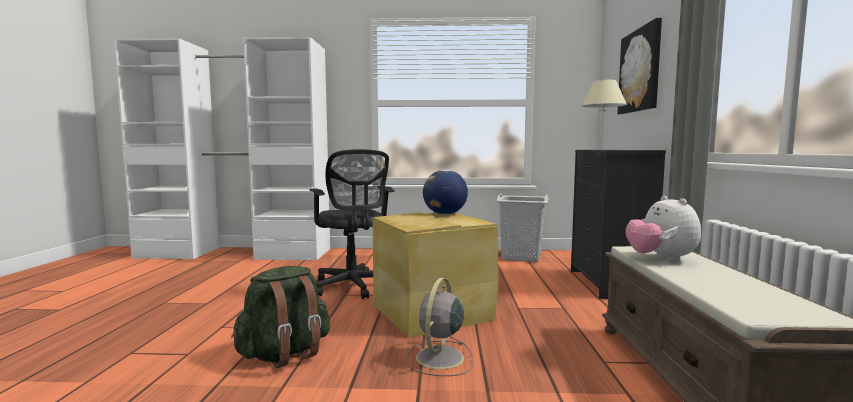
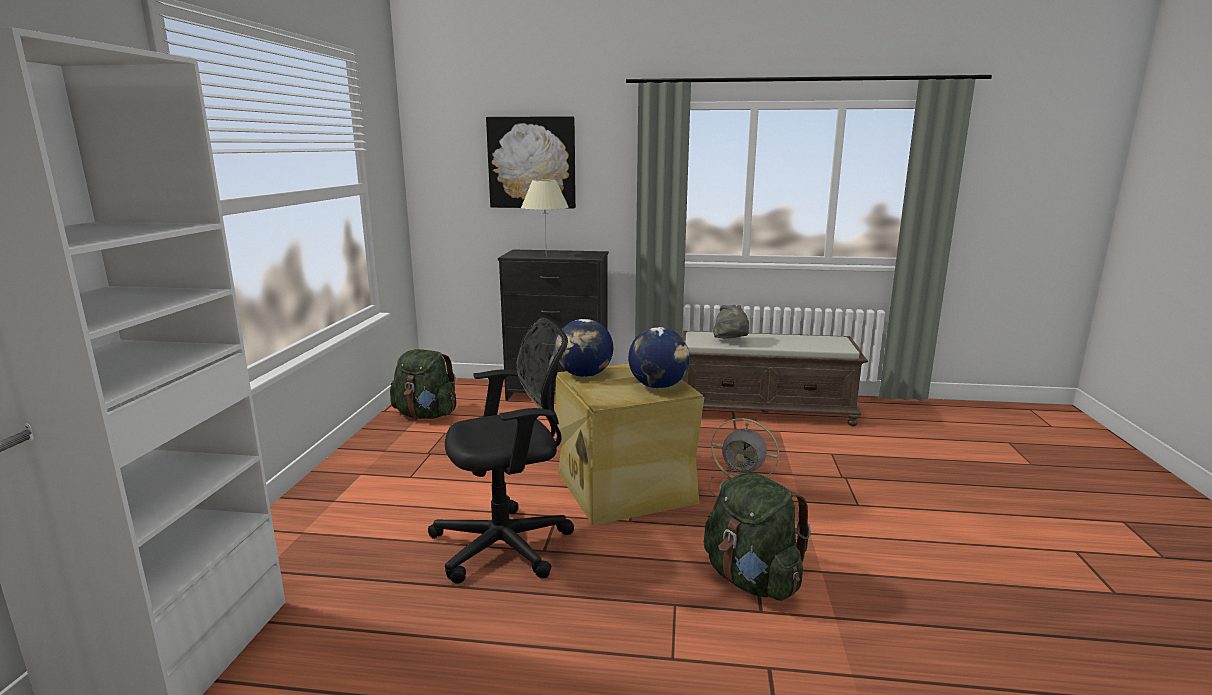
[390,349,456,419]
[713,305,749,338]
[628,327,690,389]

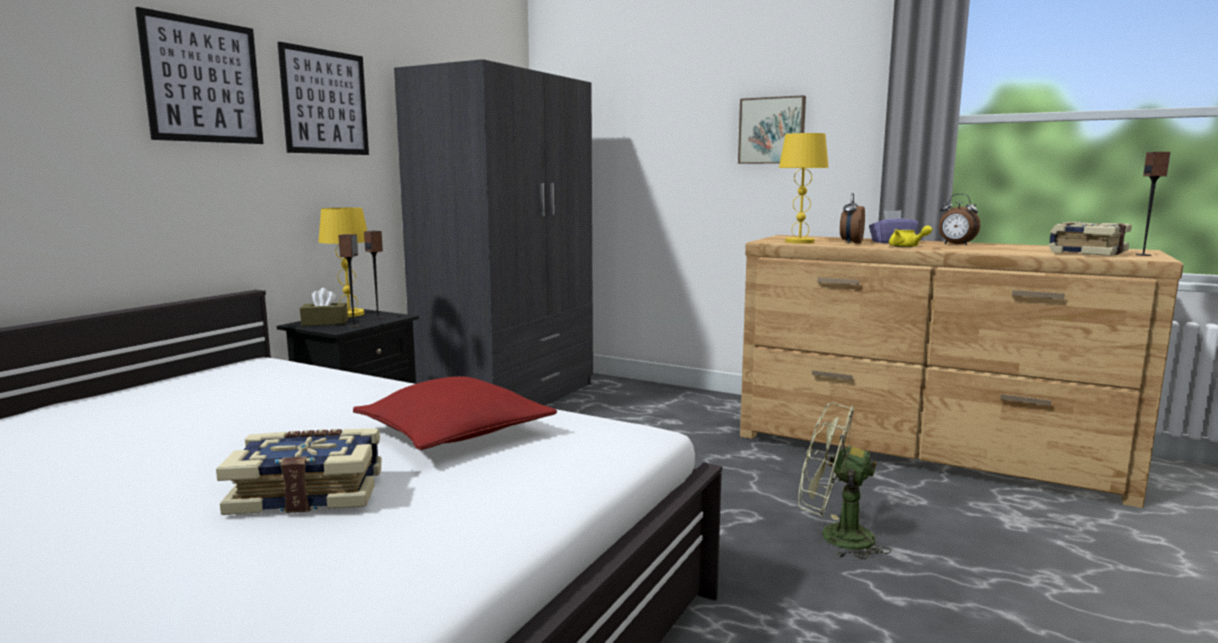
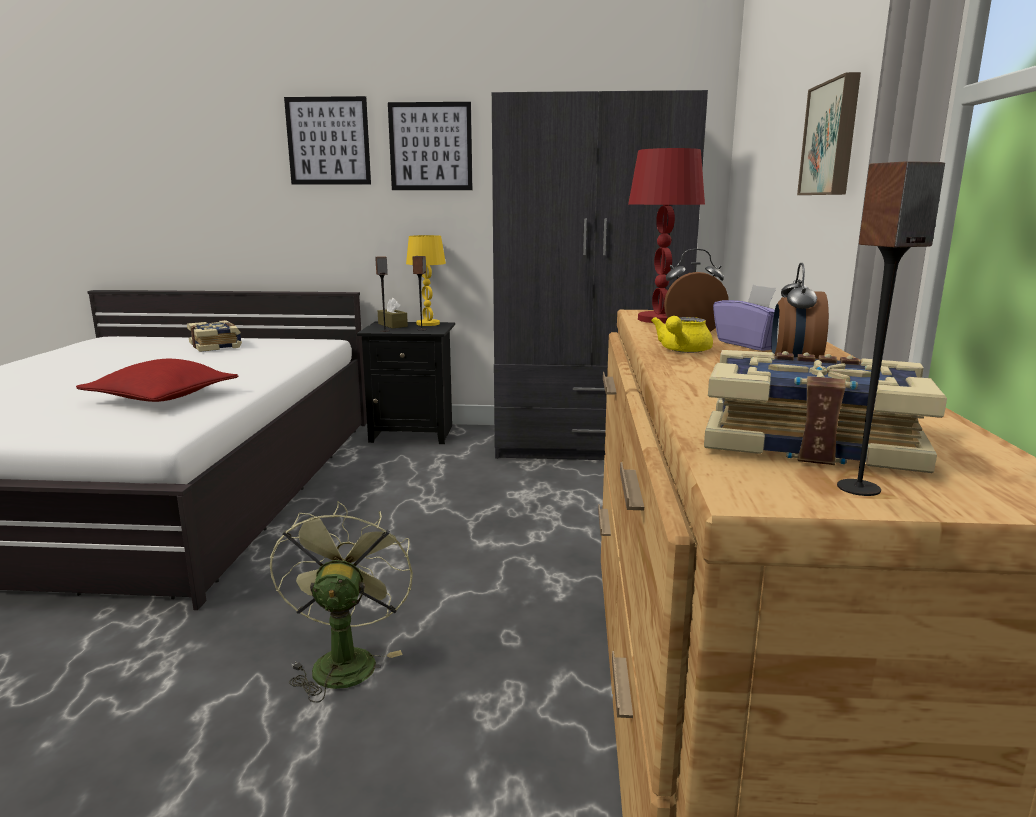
[187,320,242,352]
[628,148,705,324]

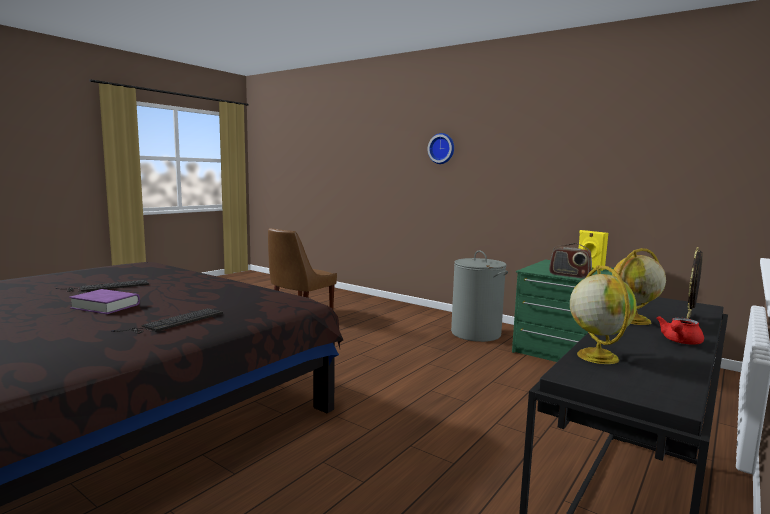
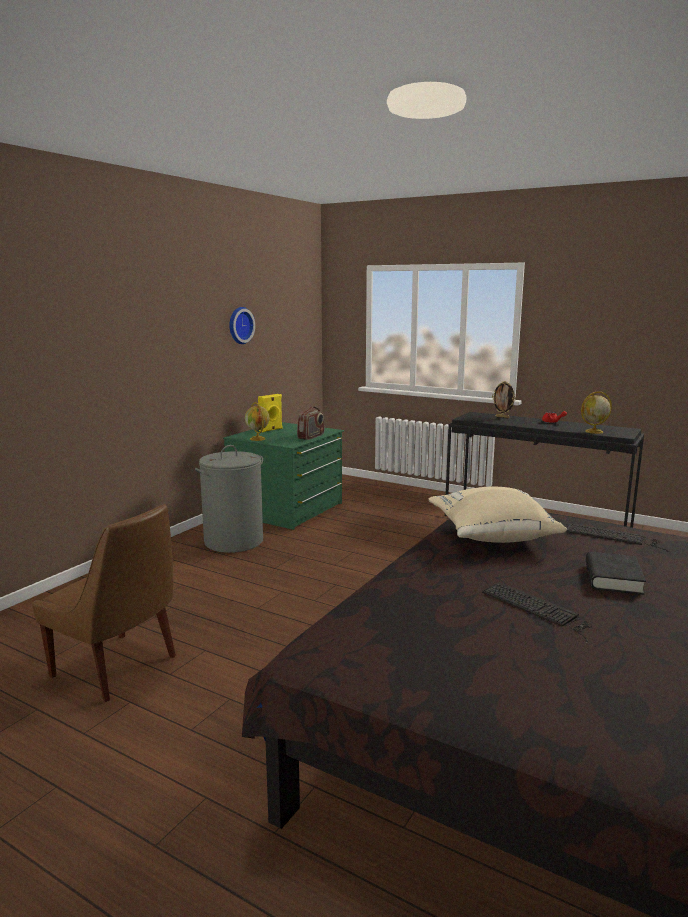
[586,552,646,595]
[229,307,255,344]
[245,402,270,441]
[429,487,567,543]

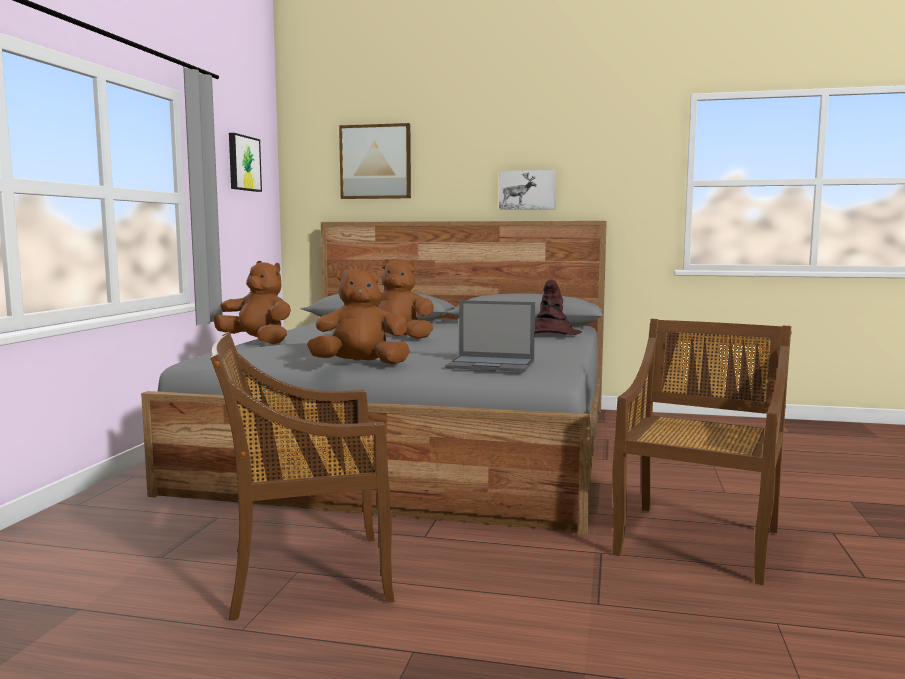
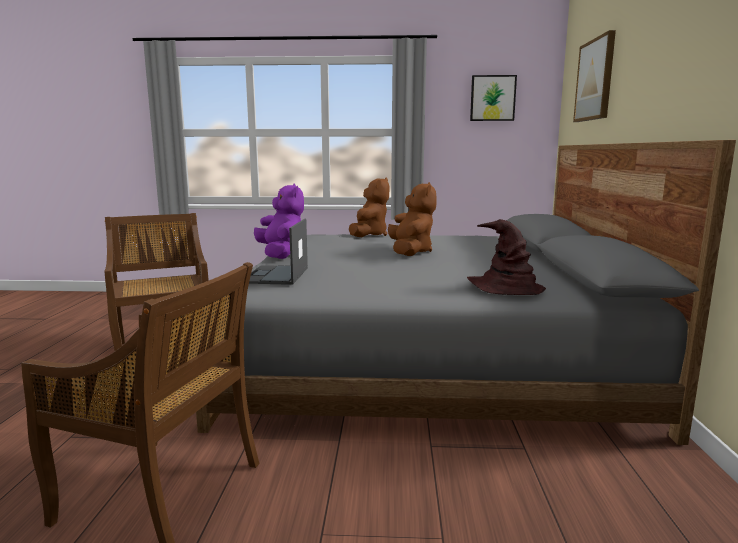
[254,183,304,259]
[499,170,556,210] (first image)

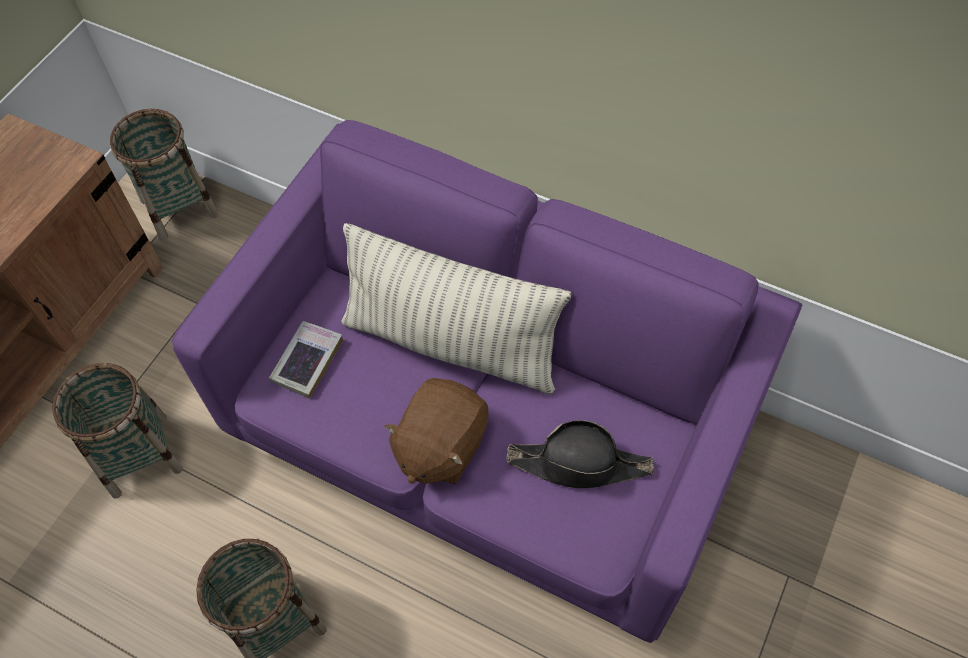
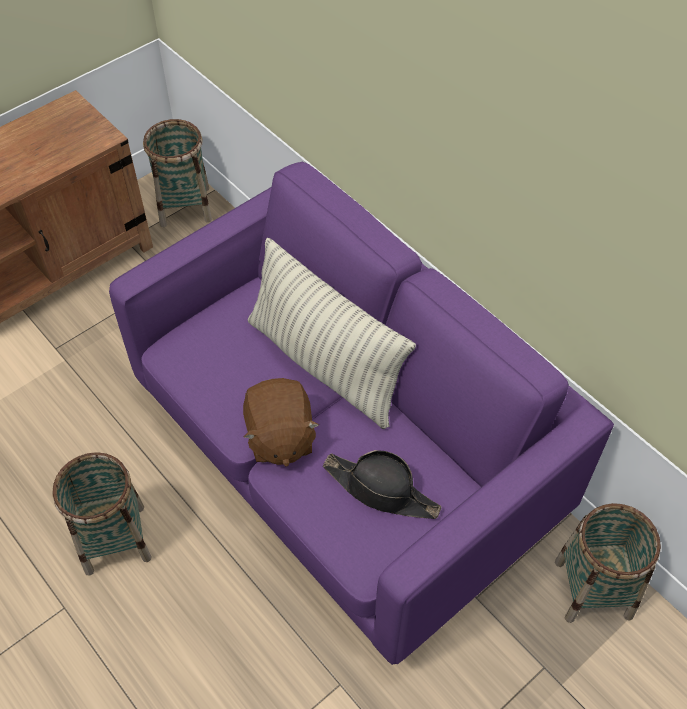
[555,503,661,623]
[269,321,343,399] (first image)
[243,378,319,467]

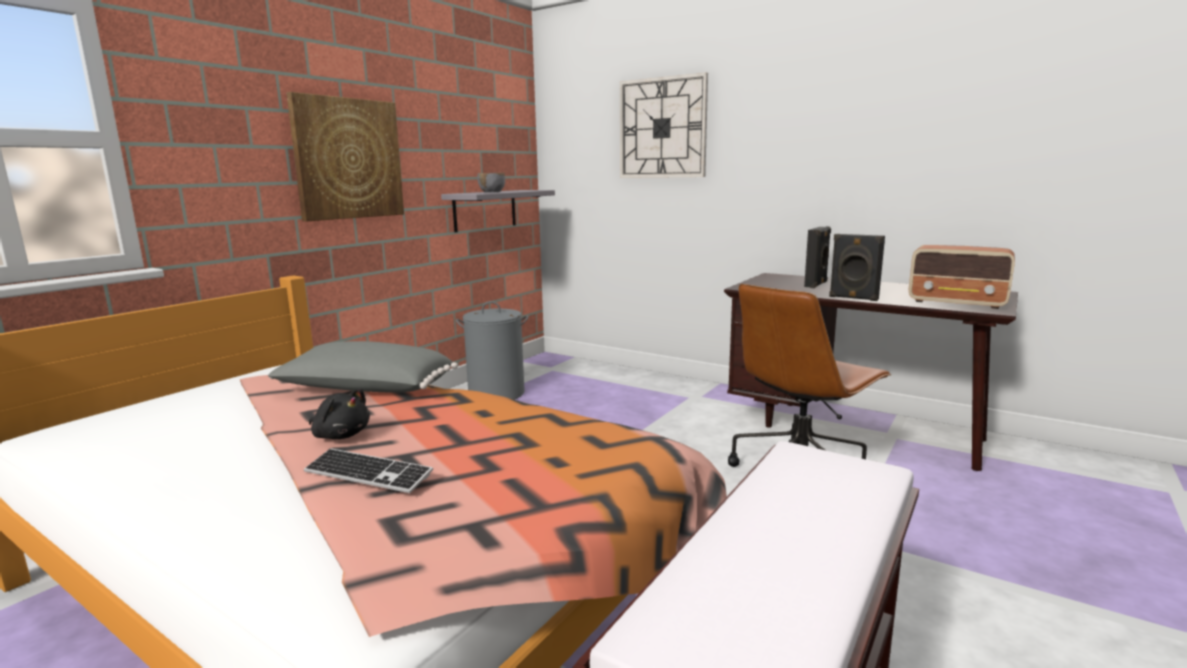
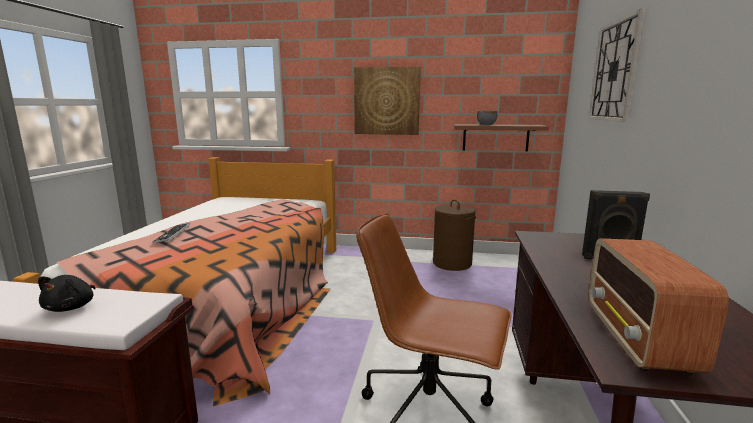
[268,341,458,393] (first image)
[38,275,95,312]
[454,124,549,152]
[433,200,476,271]
[829,234,885,301] (first image)

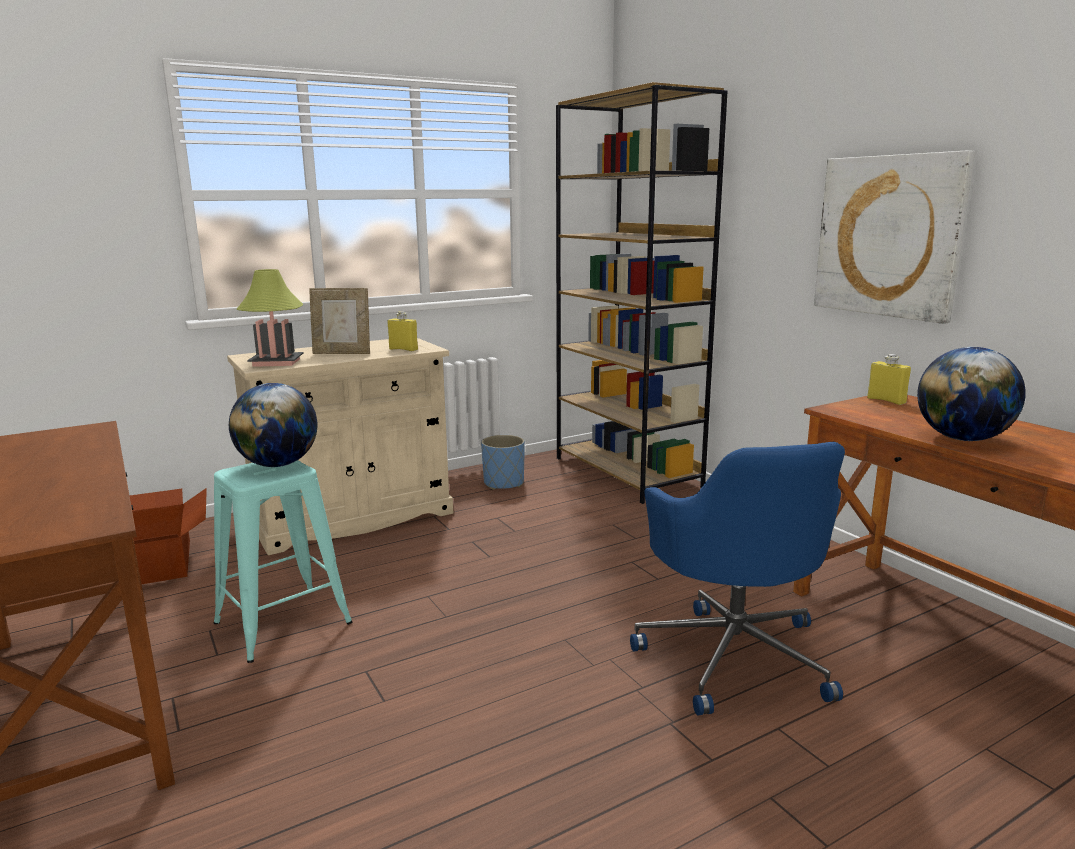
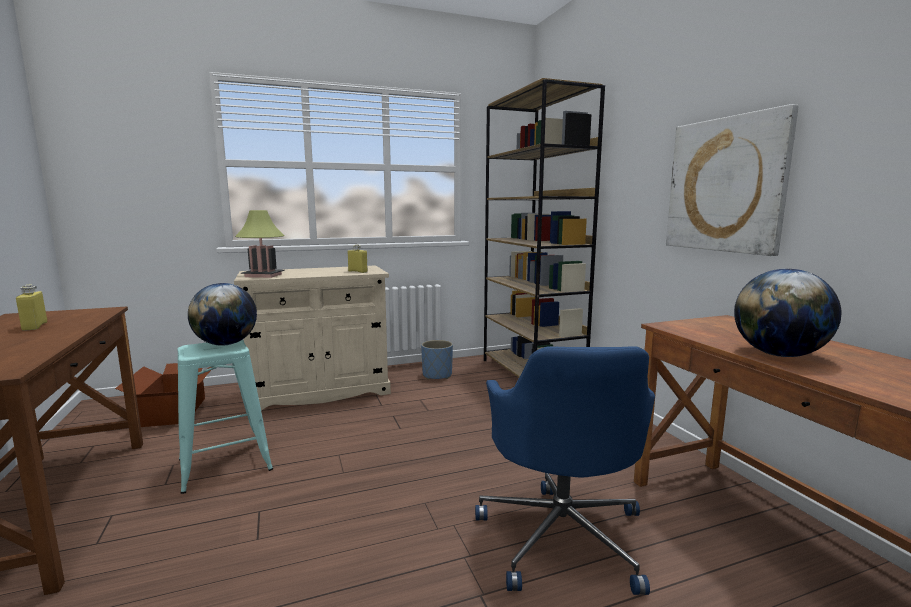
[309,288,370,354] (first image)
[16,285,47,331]

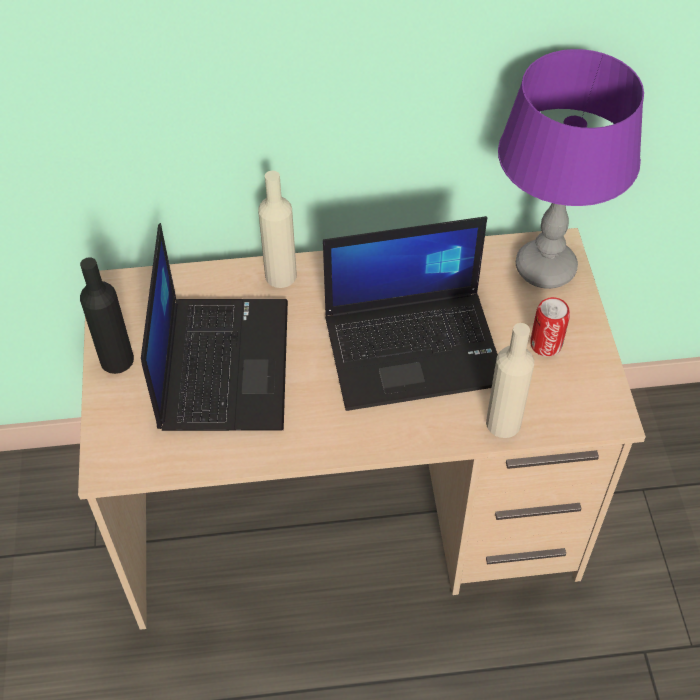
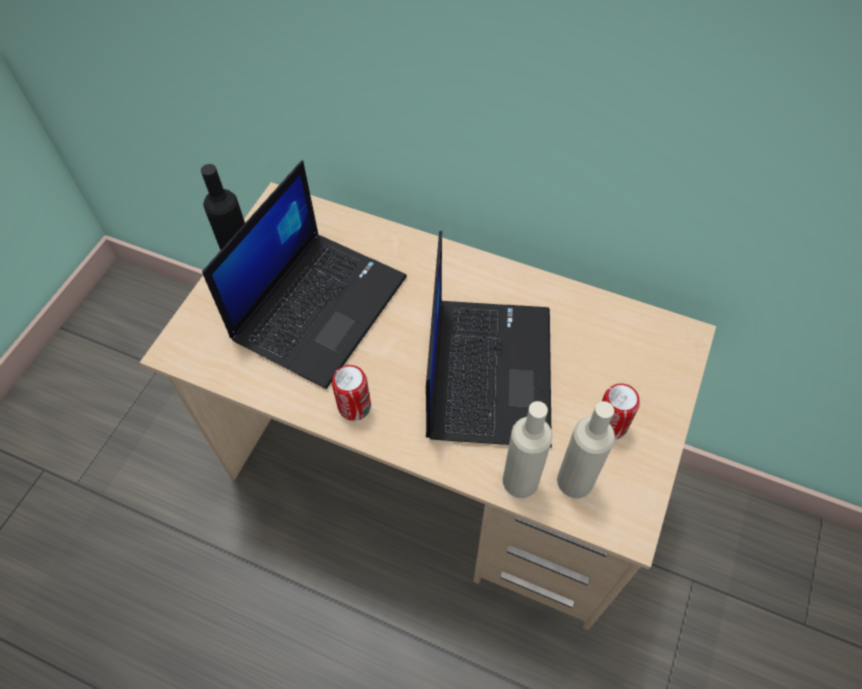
[557,401,615,498]
[426,230,552,448]
[498,49,644,289] (first image)
[332,365,371,421]

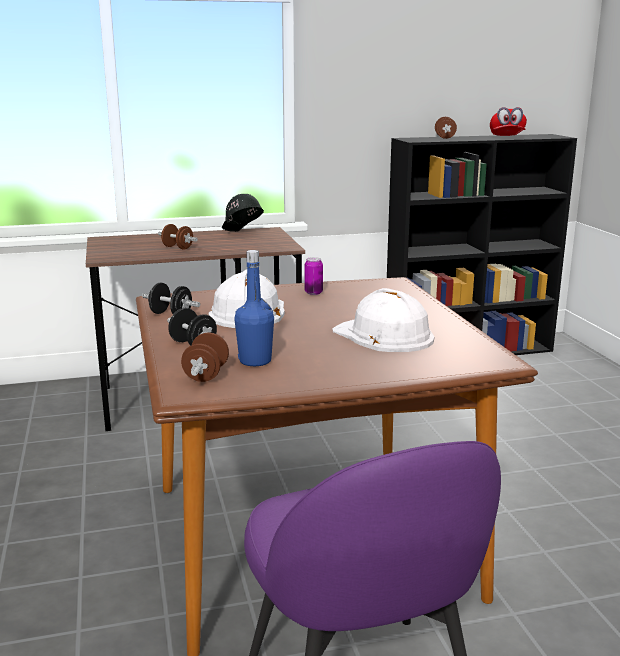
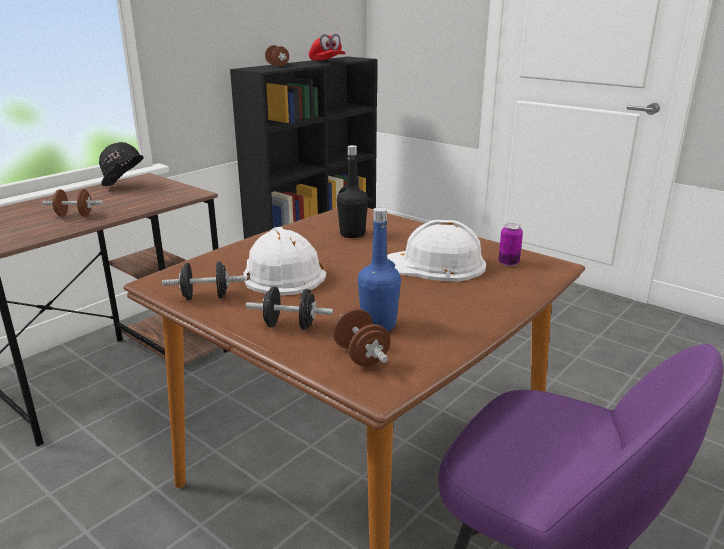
[499,223,523,266]
[337,145,368,238]

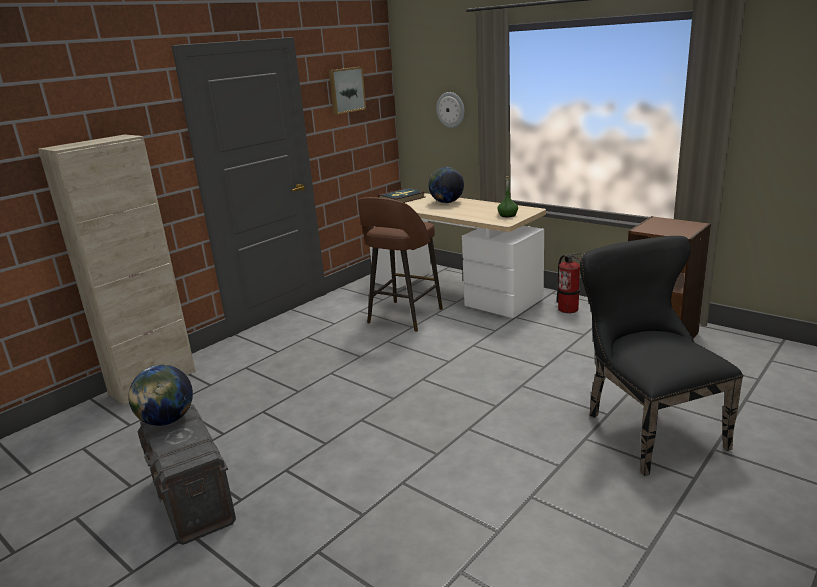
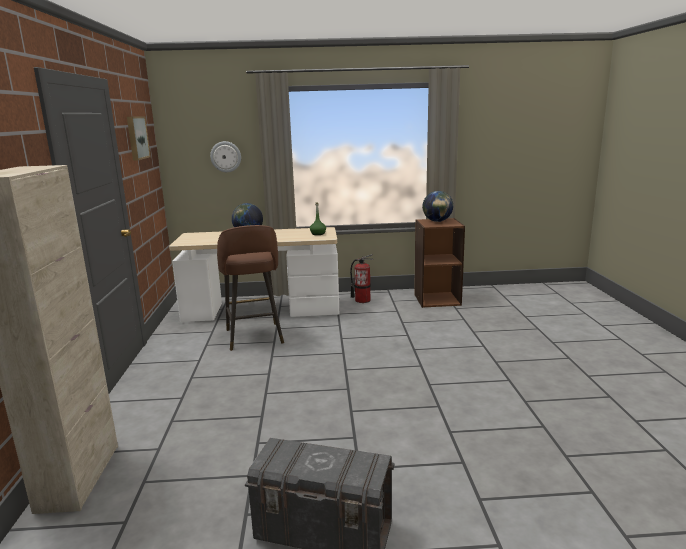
[422,191,453,222]
[378,188,425,203] (first image)
[580,236,743,476] (first image)

